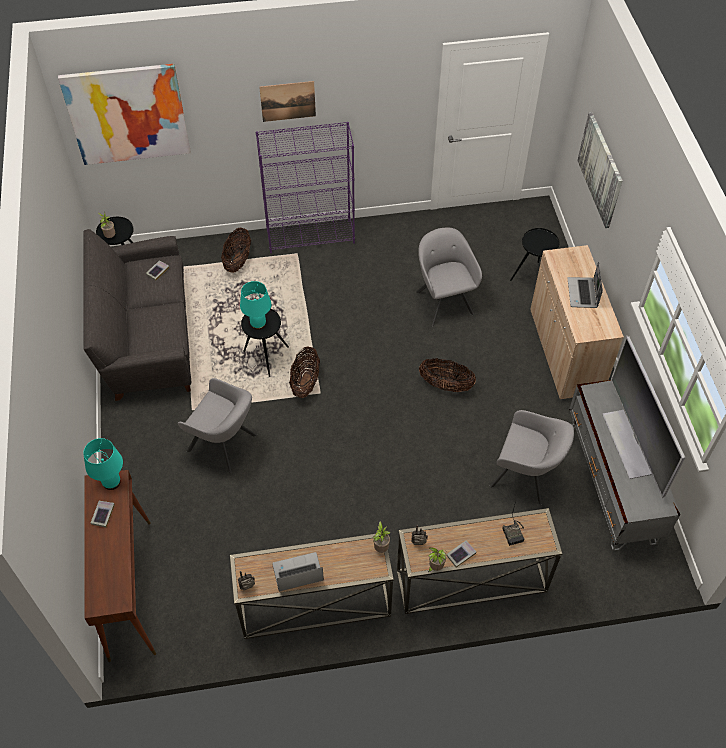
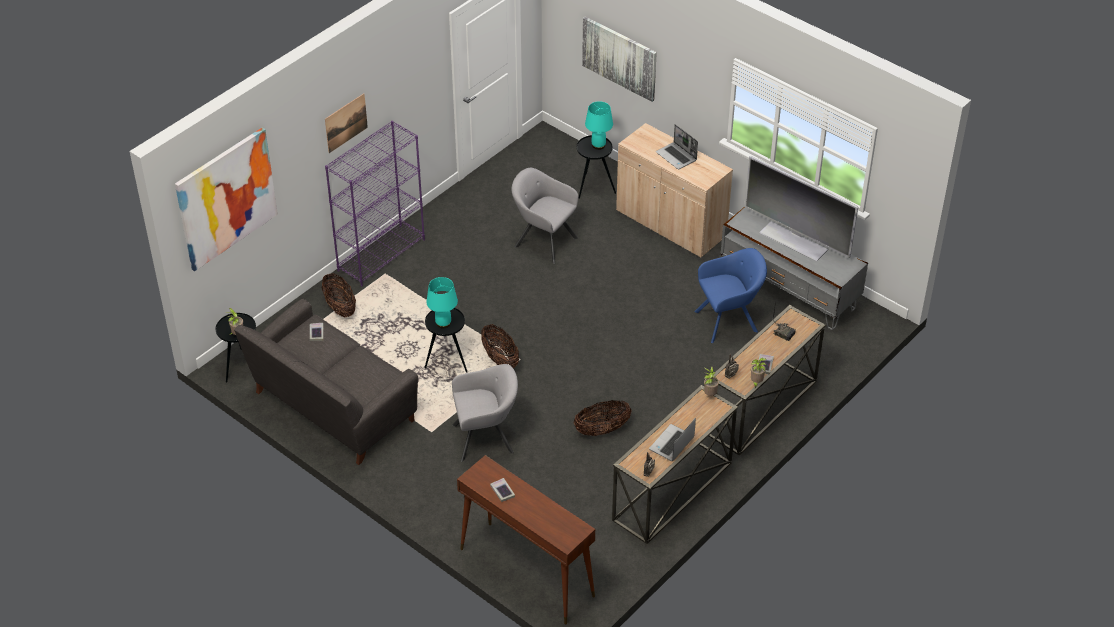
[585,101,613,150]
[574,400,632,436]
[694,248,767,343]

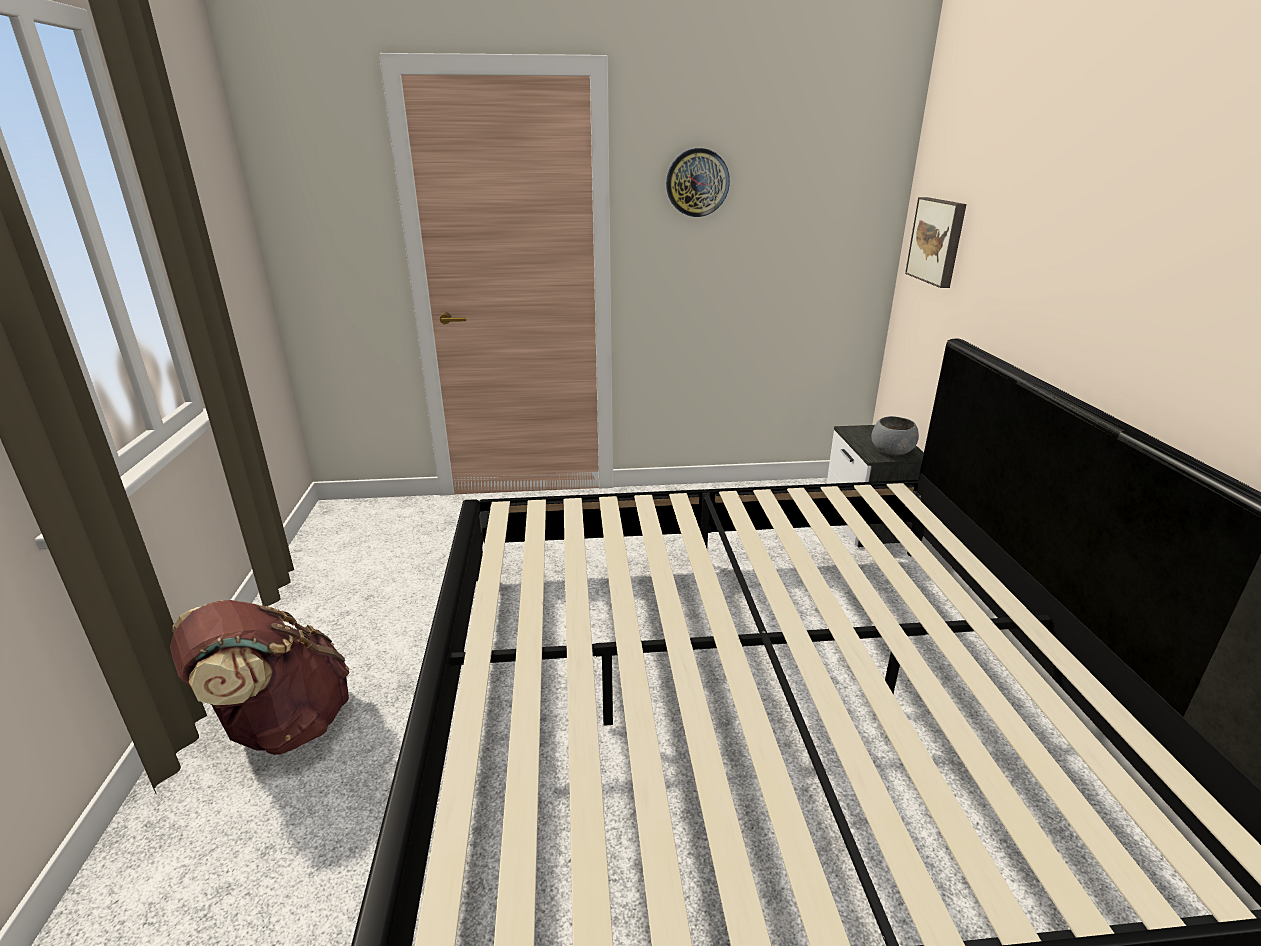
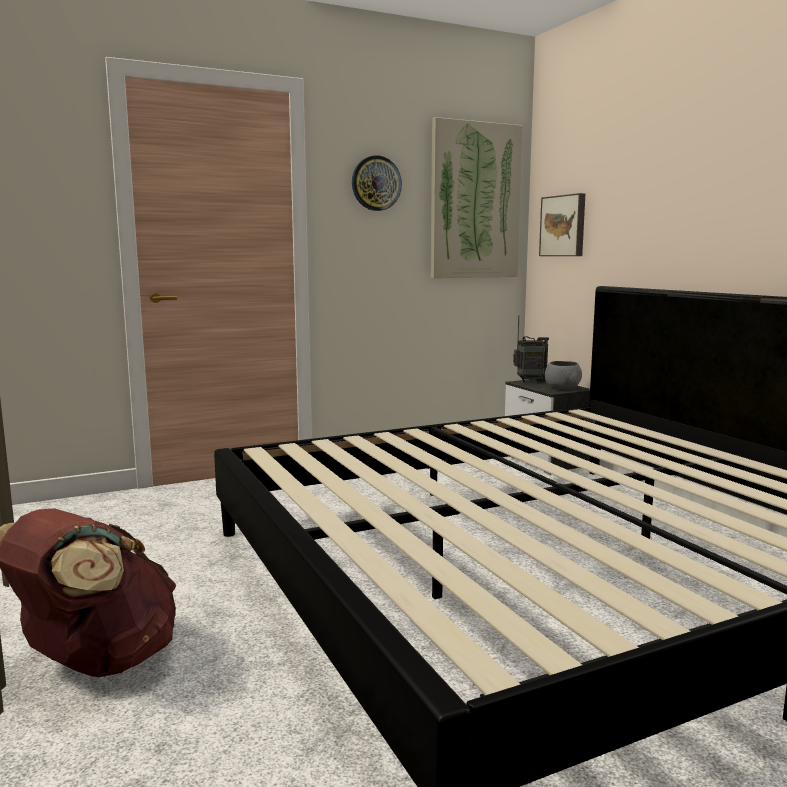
[431,117,523,278]
[513,316,549,382]

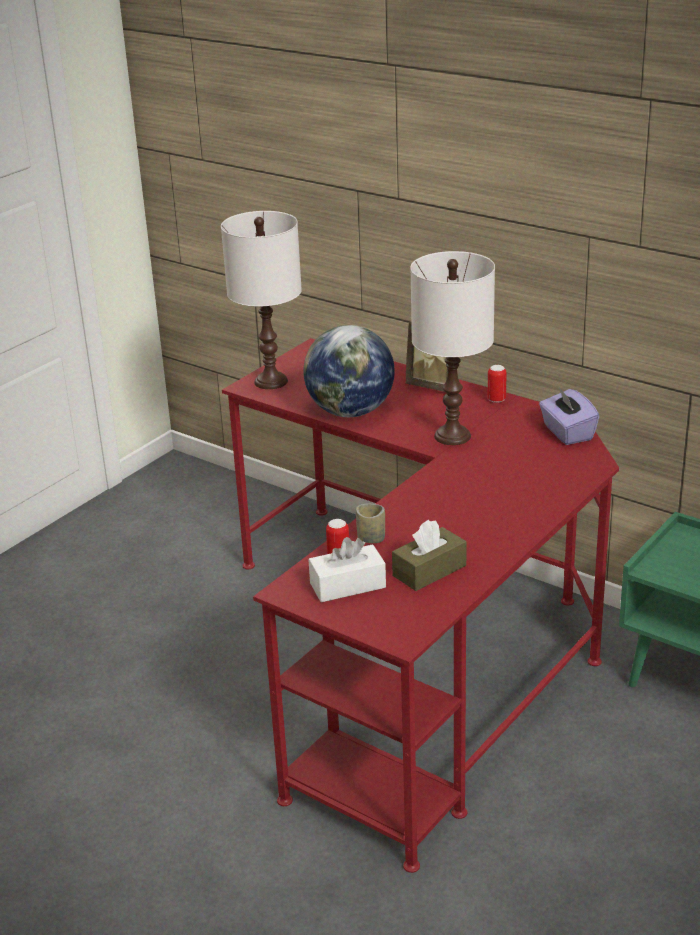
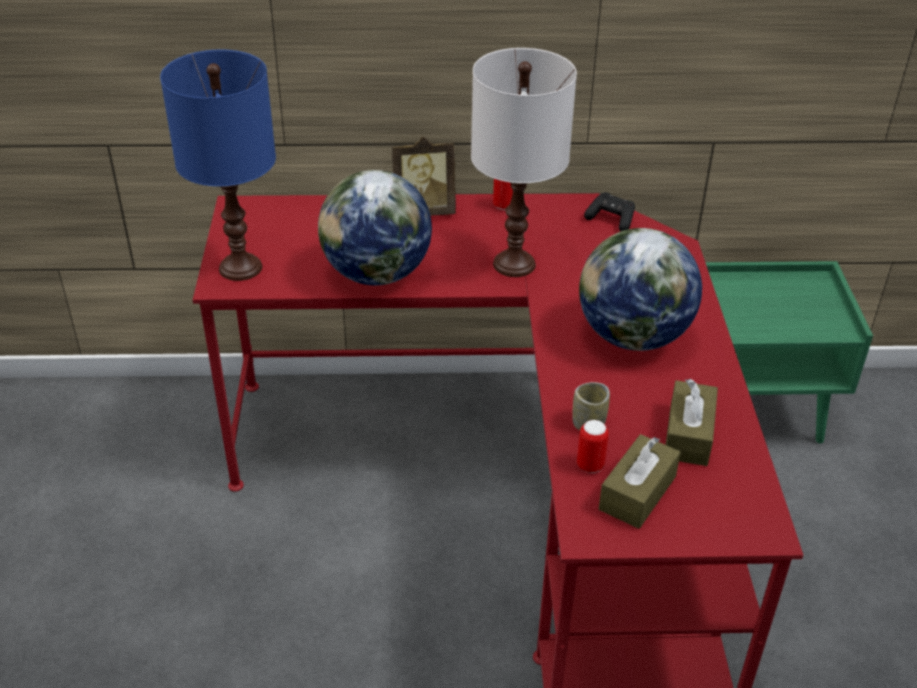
[160,49,276,281]
[599,434,681,529]
[584,192,635,231]
[579,228,702,351]

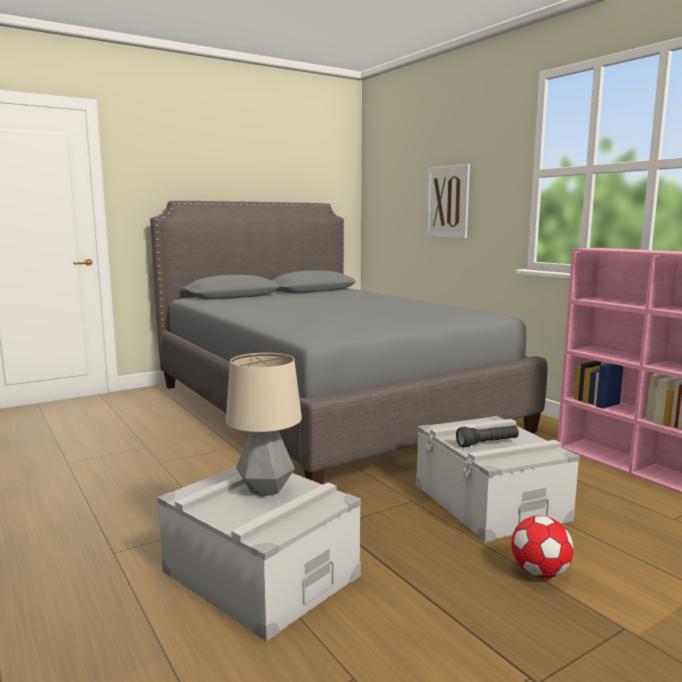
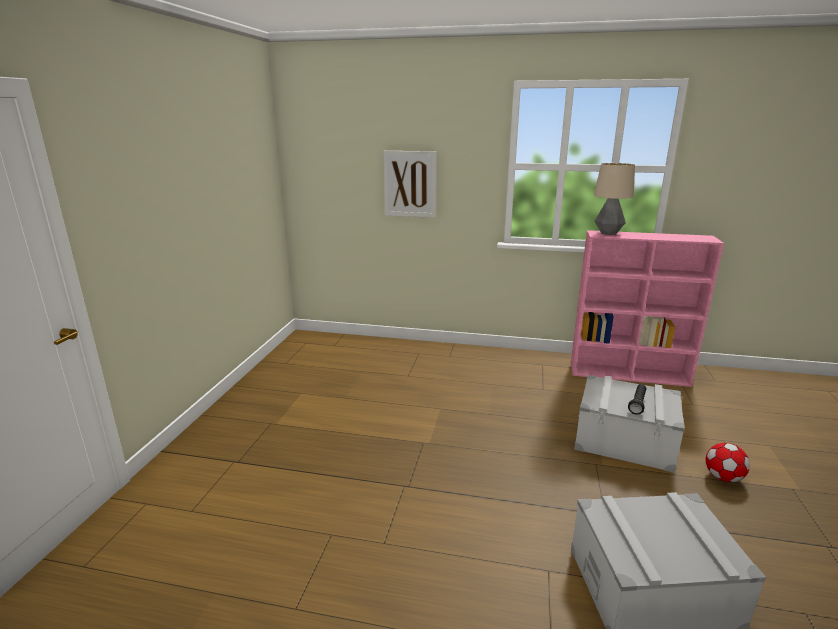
[150,201,547,485] (first image)
[594,163,635,235]

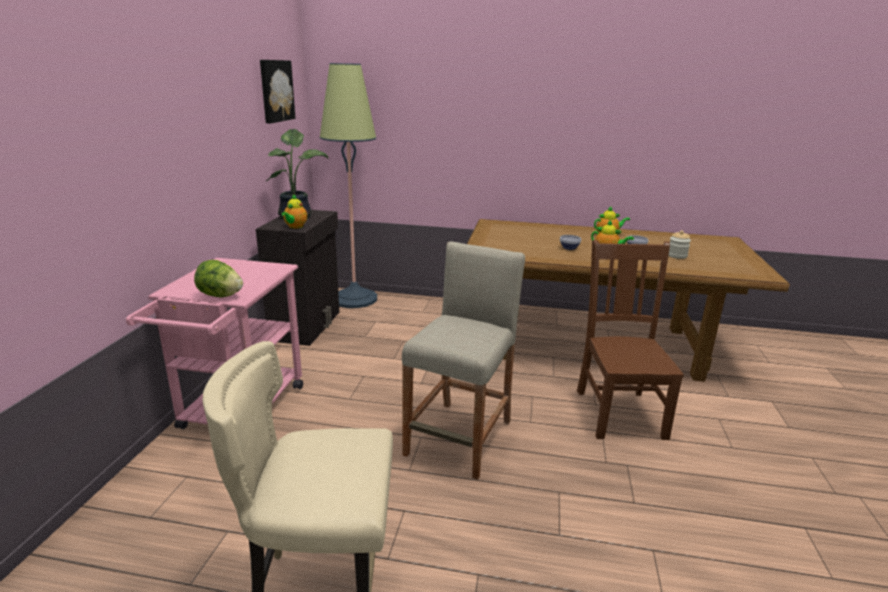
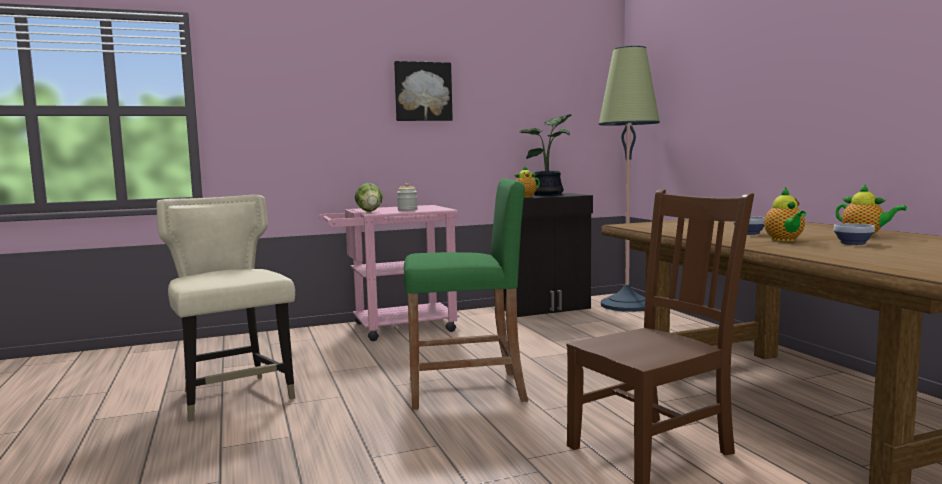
[394,61,453,121]
[404,178,528,410]
[397,183,418,211]

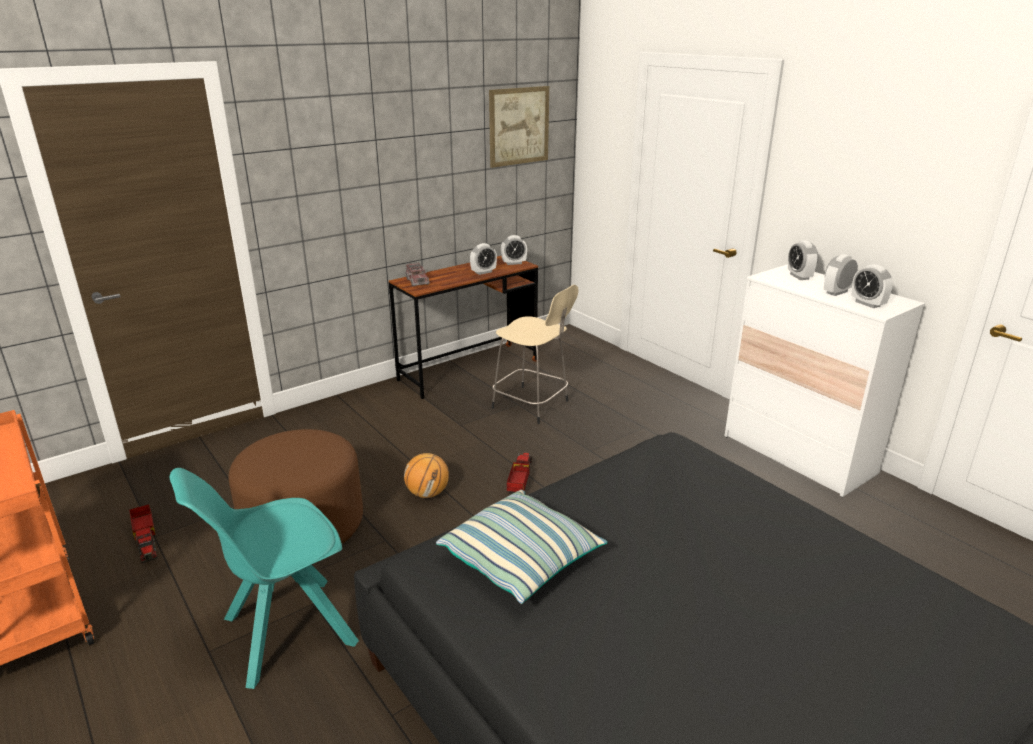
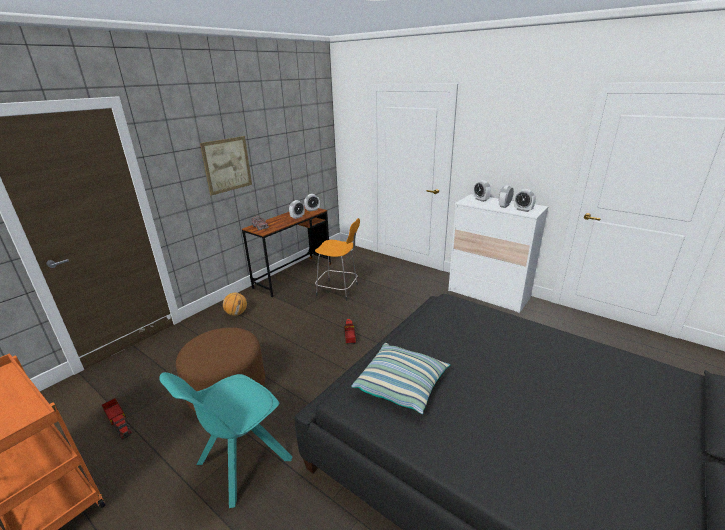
[223,293,247,316]
[200,136,252,196]
[315,218,360,301]

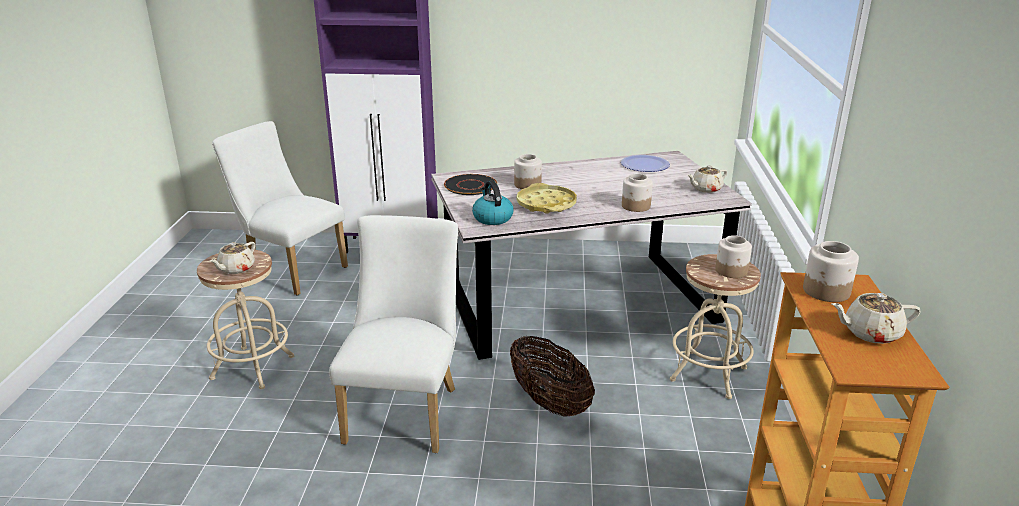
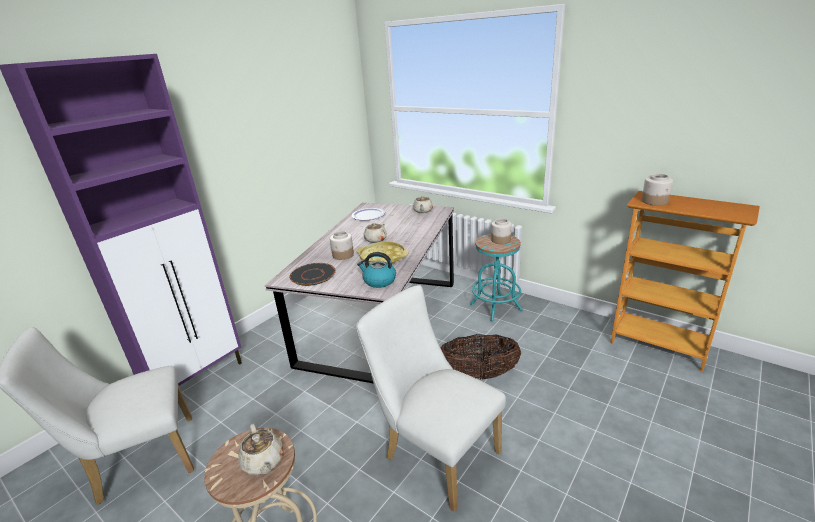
[622,174,653,212] (first image)
[470,234,523,322]
[363,223,387,243]

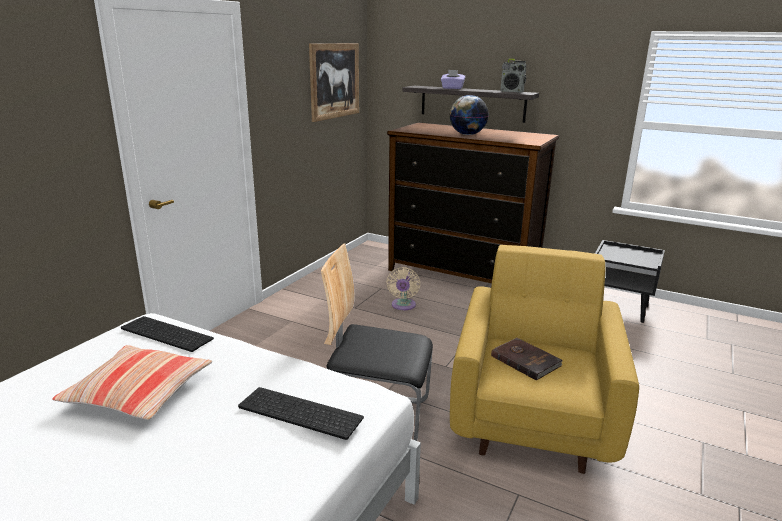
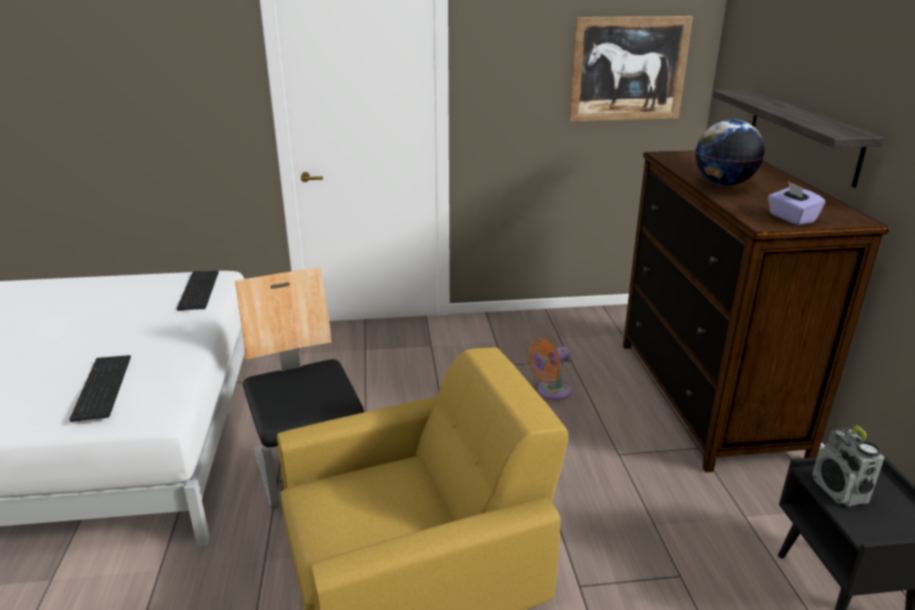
[52,345,212,420] (first image)
[528,338,572,400]
[768,181,825,225]
[491,338,563,381] (first image)
[812,425,885,506]

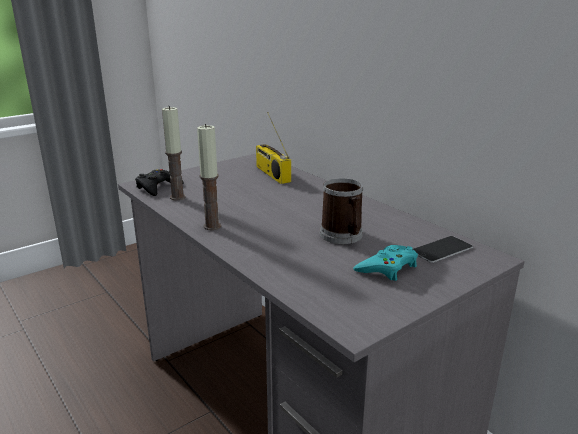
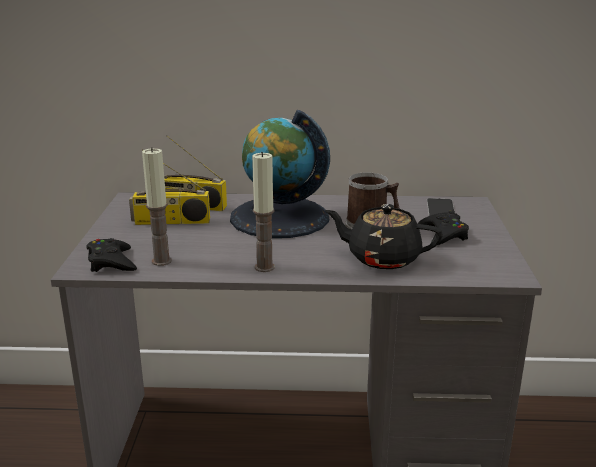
[418,210,469,245]
[129,149,210,225]
[230,110,330,238]
[325,204,443,269]

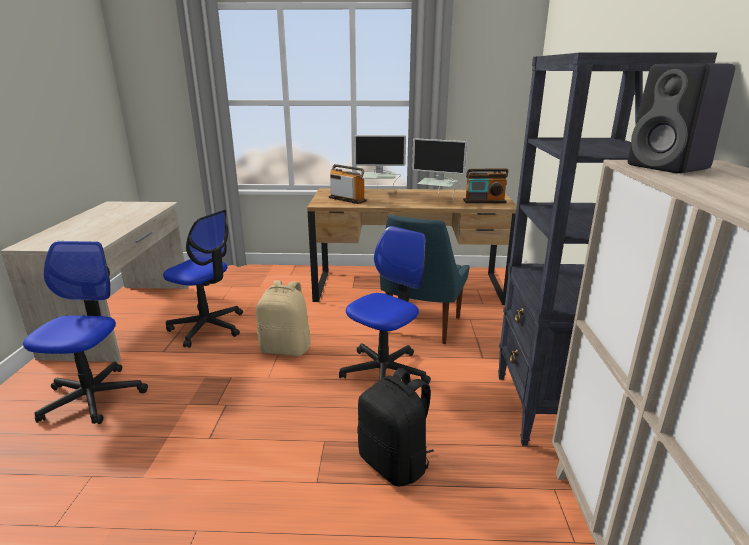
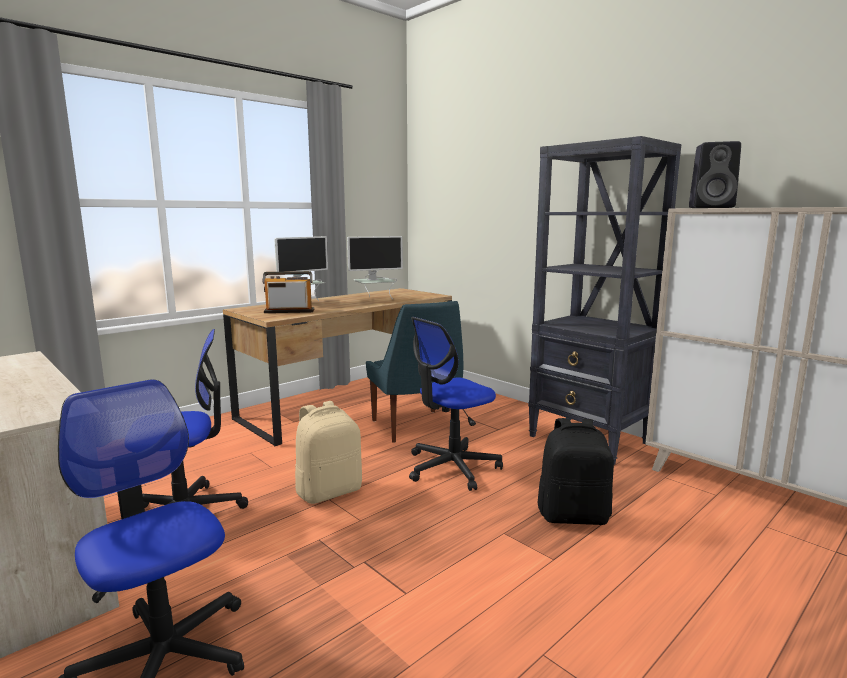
[409,317,503,491]
[463,169,509,203] (first image)

